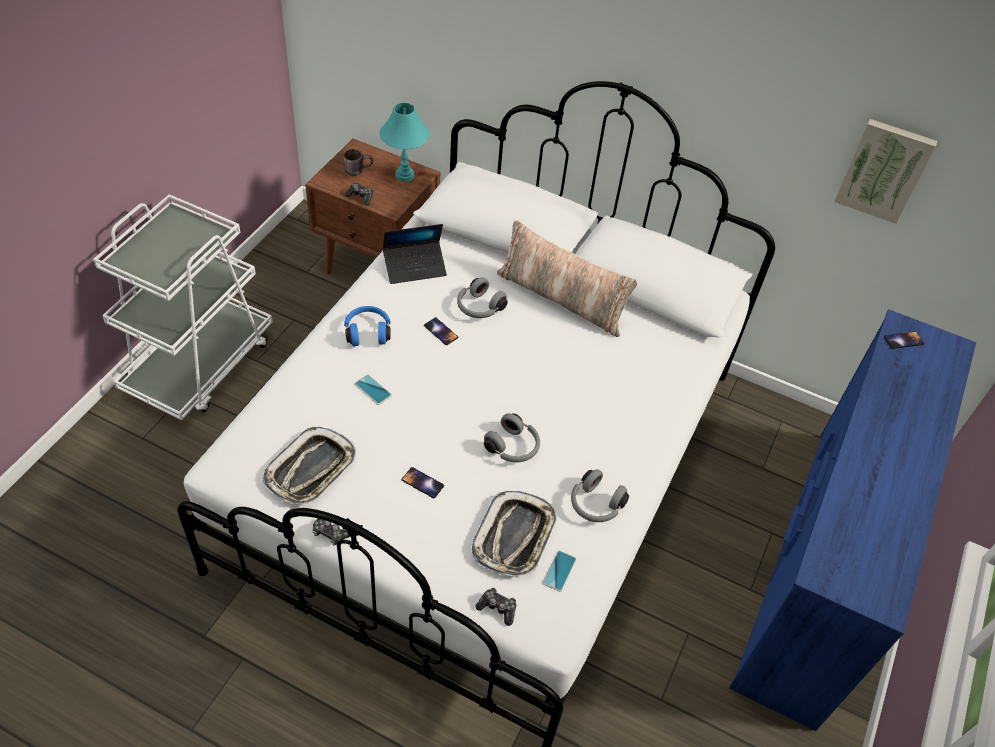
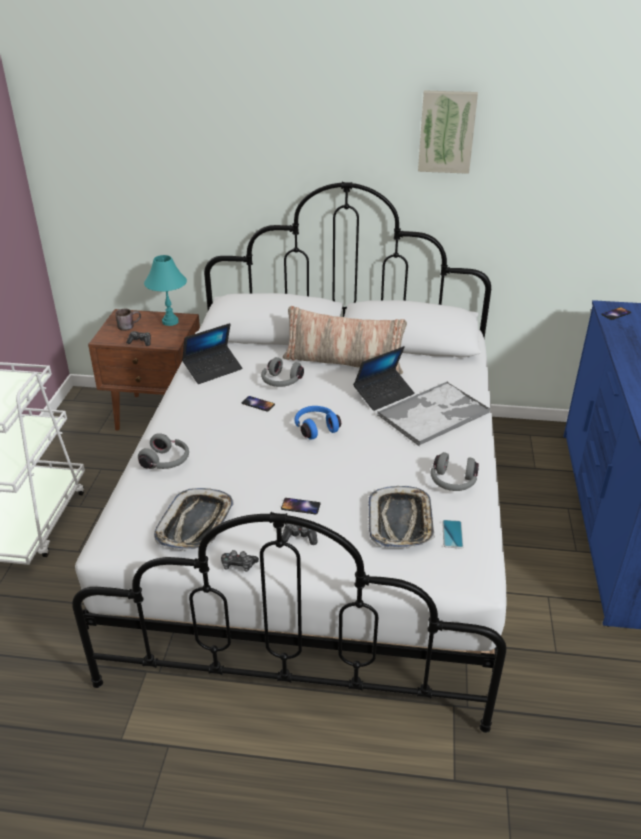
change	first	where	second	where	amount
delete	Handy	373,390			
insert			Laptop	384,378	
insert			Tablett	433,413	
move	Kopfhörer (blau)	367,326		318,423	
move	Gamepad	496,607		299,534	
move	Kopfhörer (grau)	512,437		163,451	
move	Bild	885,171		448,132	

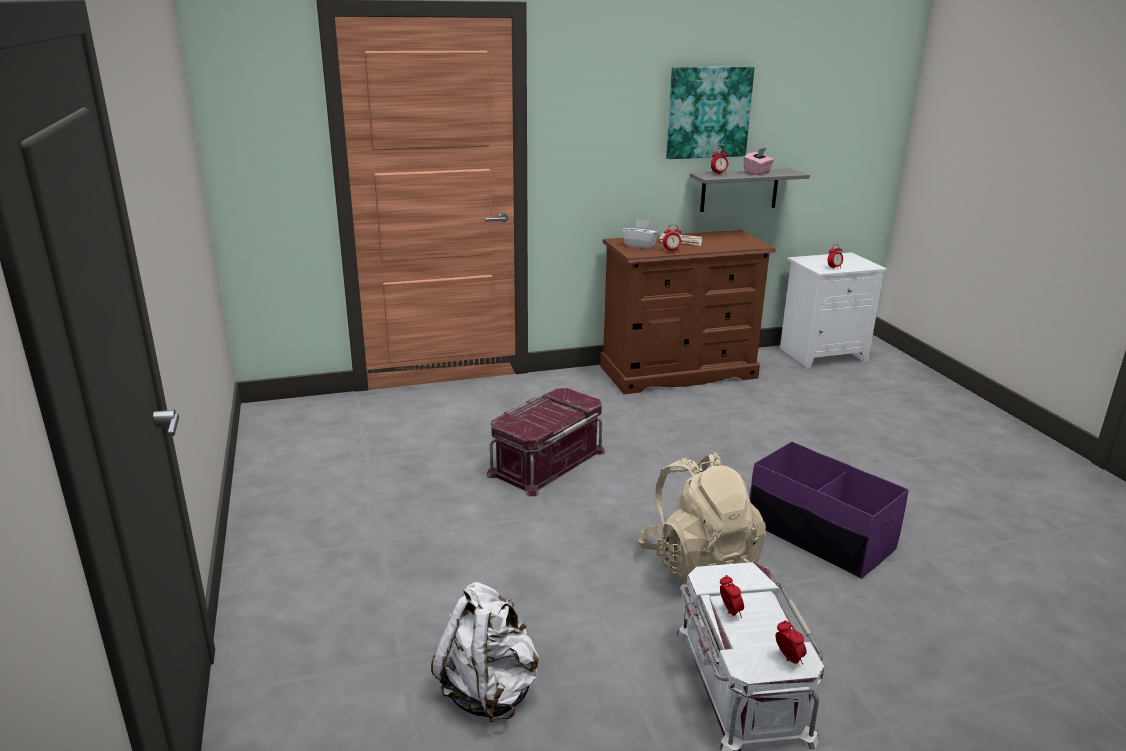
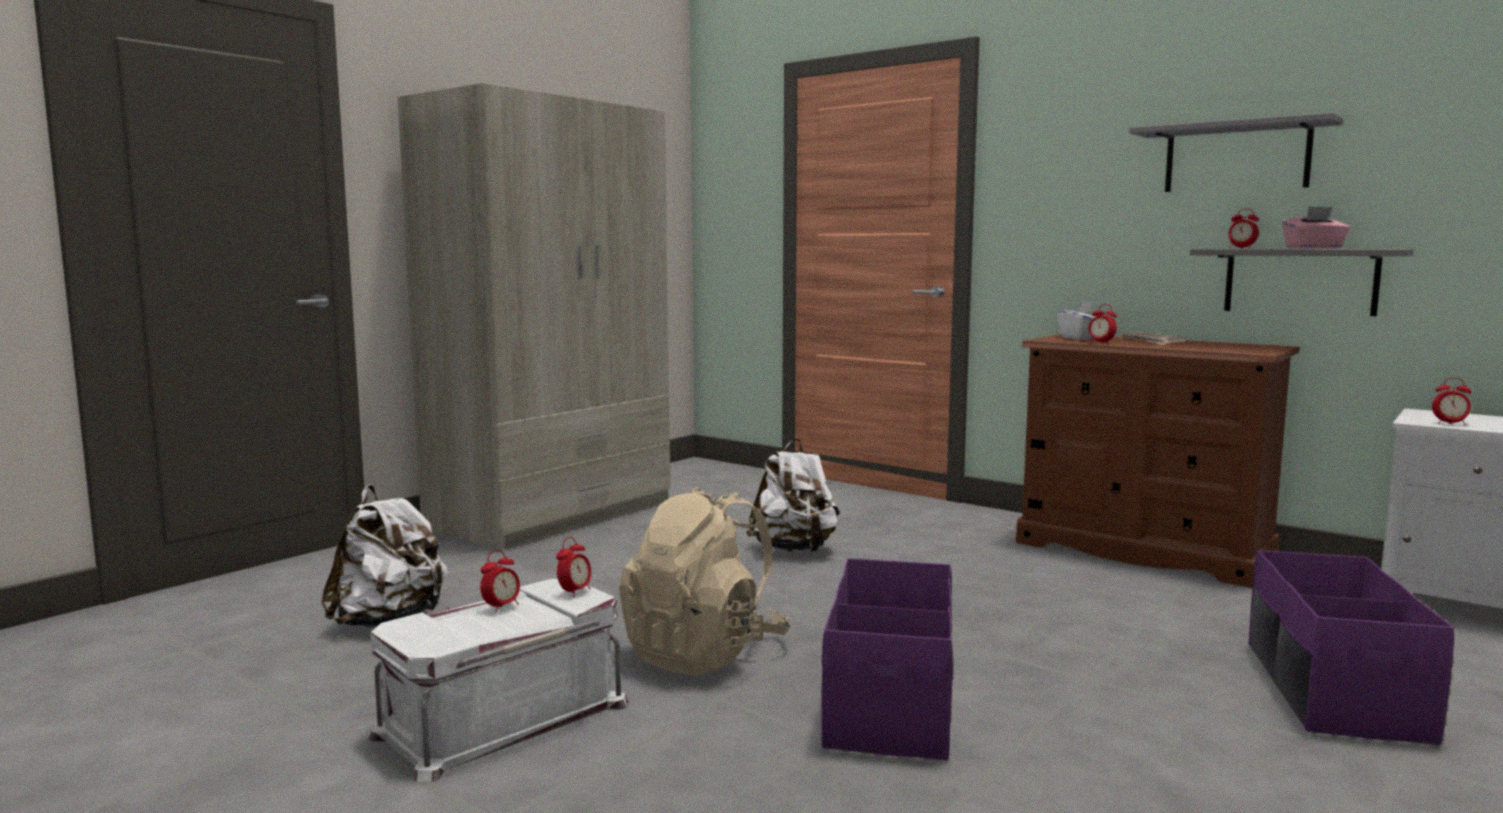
change	first	where	second	where	amount
insert			Kleiderschrank (beige)	534,317	
insert			Aufbewahrungsbox (lila)	1351,647	
move	Wecker	791,643		573,567	
replace	Aufbewahrungsbox (rot)	546,442	Rucksack (weiß)	793,495	
replace	Bild	710,113	Wandregal (grau)	1236,152	

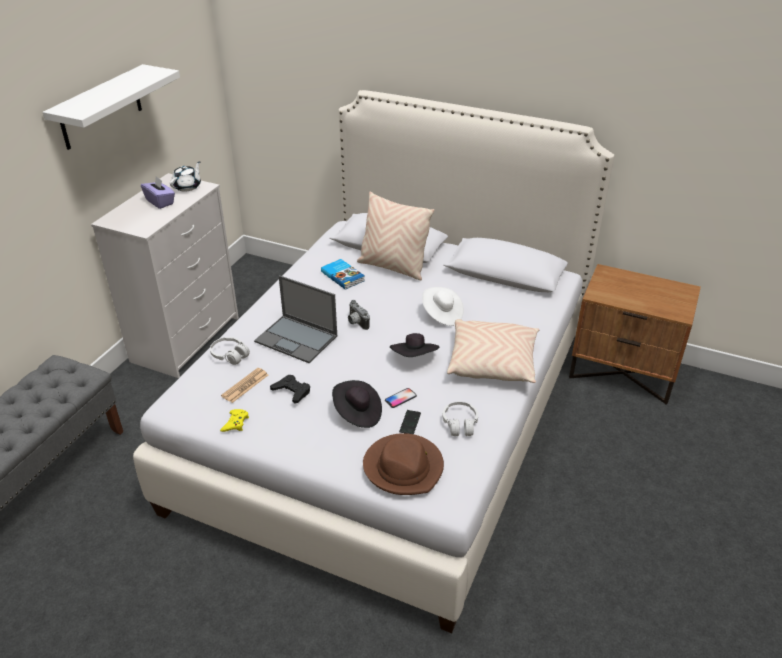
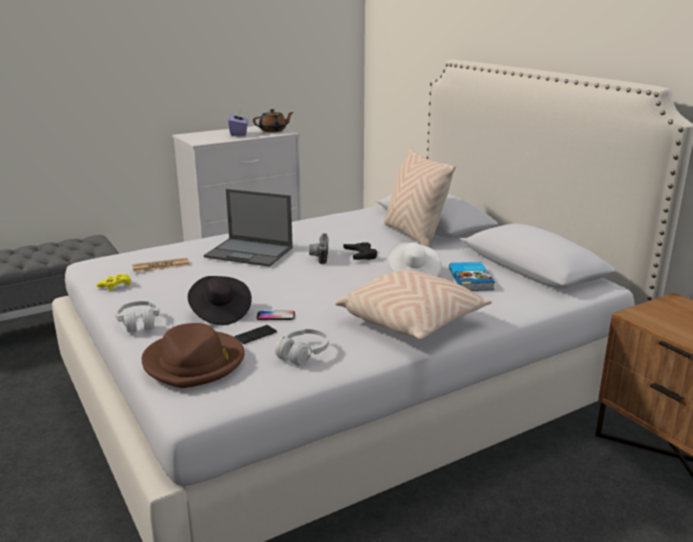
change	first	where	second	where	amount
delete	Wandregal (weiß)	111,107			
delete	Hut (schwarz)	414,345			
move	Kopfhörer (weiß)	230,351		137,317	
move	Gamepad (schwarz)	290,389		360,251	
move	Buch	343,274		472,276	
recolor	Teekanne (weiß)	185,176	Teekanne (braun)	273,120	
rotate	Laptop	295,319		248,228	45 degrees counterclockwise

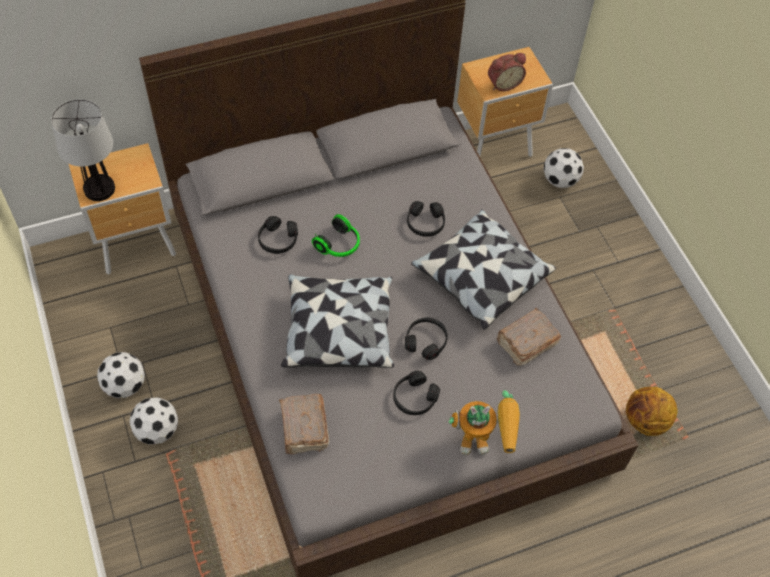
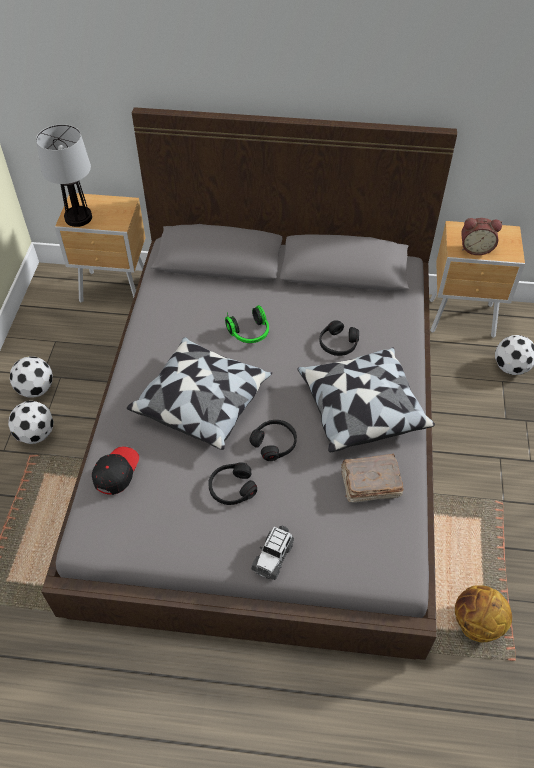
change	first	where	second	where	amount
delete	Kopfhörer (schwarz)	278,235			
replace	Buch (braun)	304,424	Kappe (schwarz)	115,470	
replace	Spielzeugroboter	484,422	Spielzeugauto	272,553	

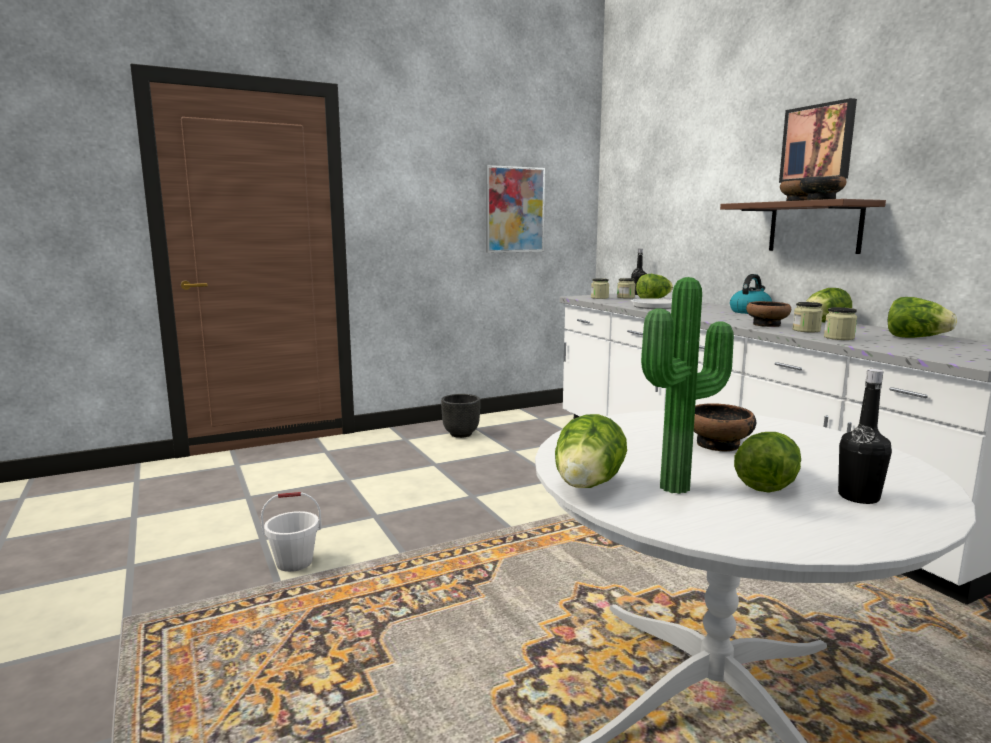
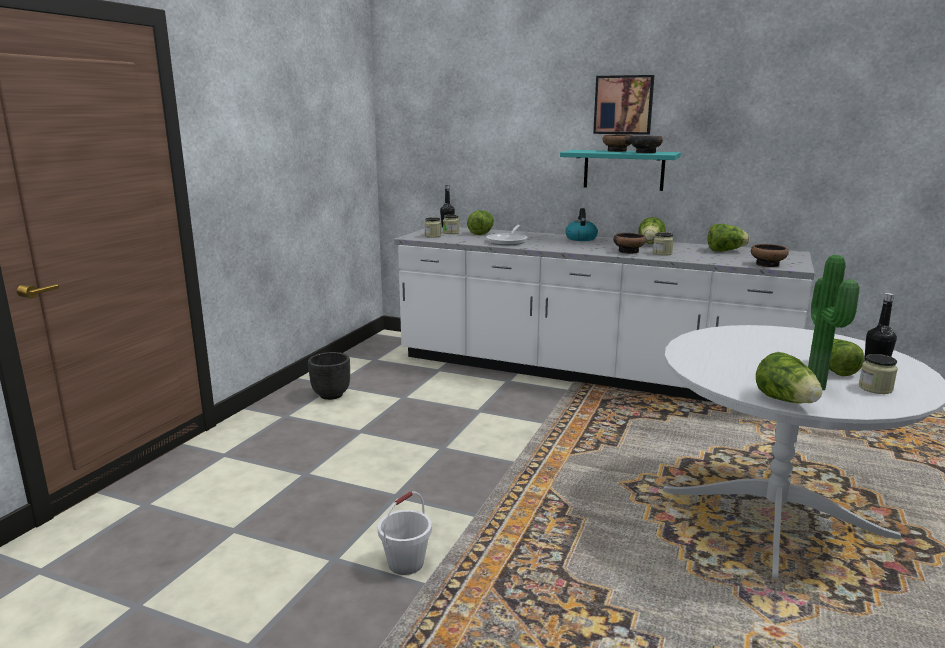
change	first	where	second	where	amount
delete	Bild	515,209			
move	Schüssel	725,427		770,255	
move	Vorratsglas	840,323		878,374	
recolor	Wandregal (braun)	803,226	Wandregal (türkis)	620,170	

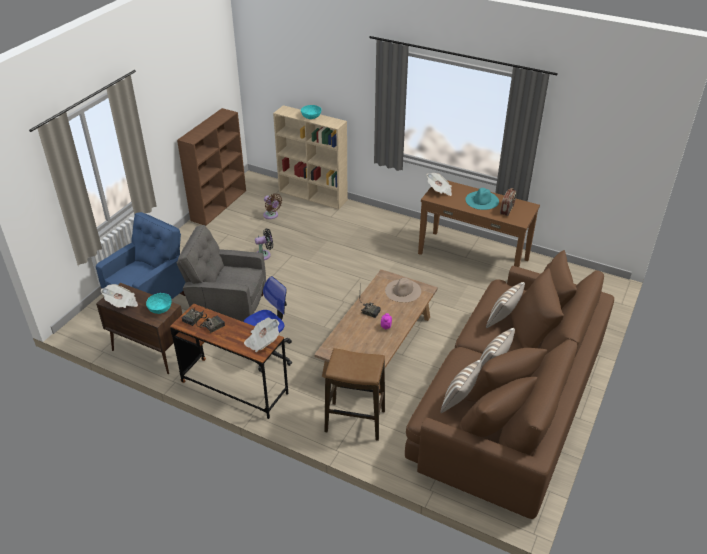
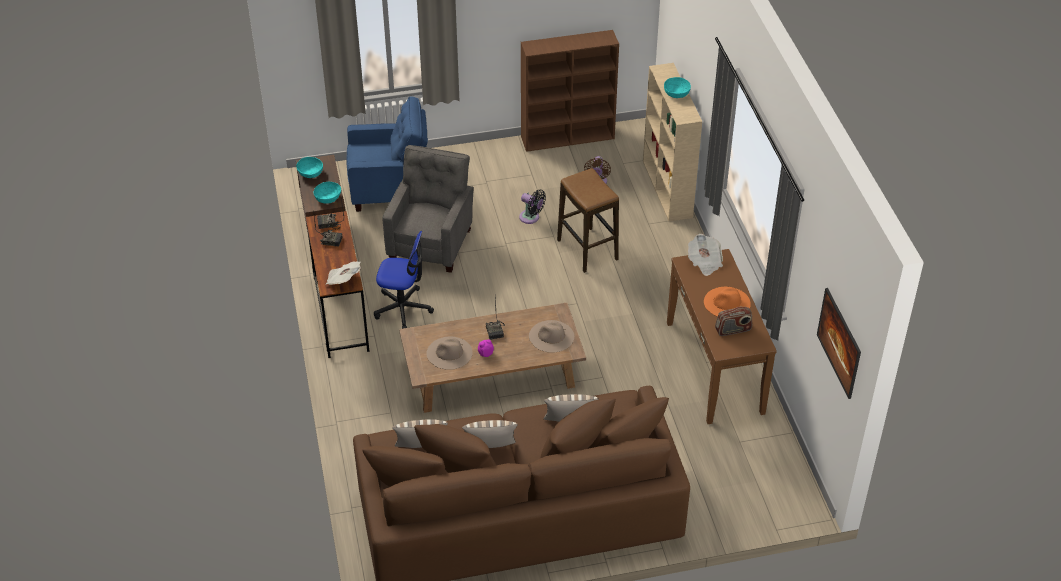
change	first	where	second	where	amount
insert			Hut (beige)	449,353	
insert			Bild	839,343	
move	Hocker	355,394		588,220	
replace	Zeitung	119,296	Schüssel (türkis)	309,167	
recolor	Hut (türkis)	482,199	Hut (orange)	727,302	
rotate	Sessel (grau)	221,273		428,209	45 degrees clockwise

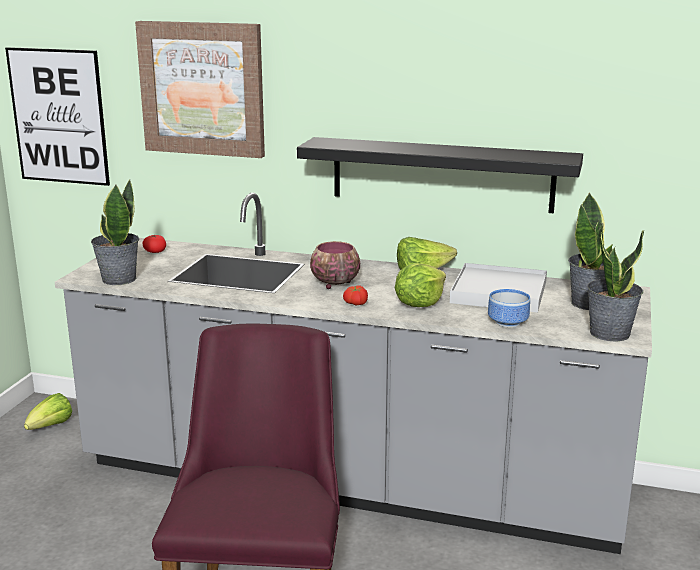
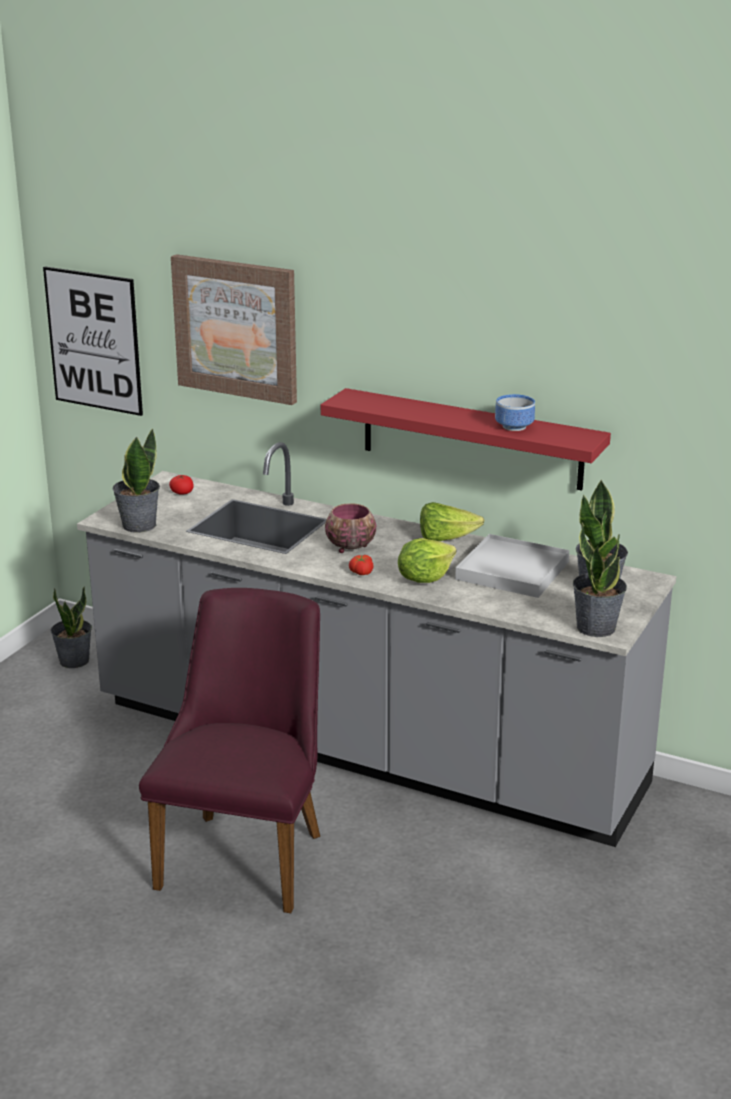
change	first	where	second	where	amount
move	Schüssel	509,308		515,412	
replace	Salatkopf	48,411	Topfpflanze	71,627	
recolor	Wandregal (schwarz)	440,175	Wandregal (rot)	466,439	

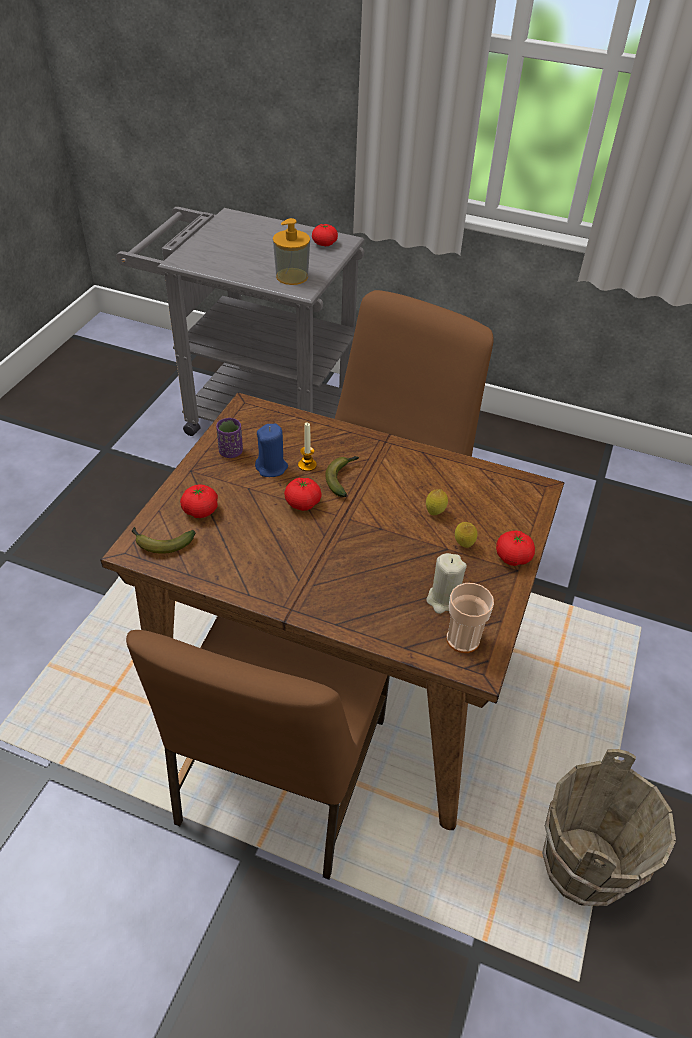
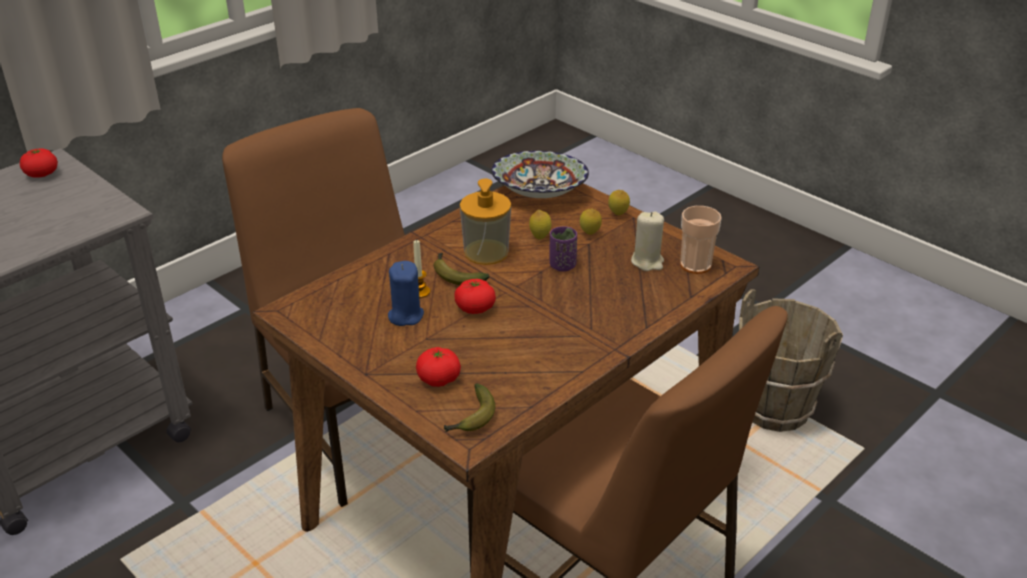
change	first	where	second	where	amount
insert			Schüssel	540,174	
move	Tasse (lila)	229,438		563,249	
move	Seifenspender	291,251		485,221	
replace	Tomate	515,548	Zitrone	619,202	

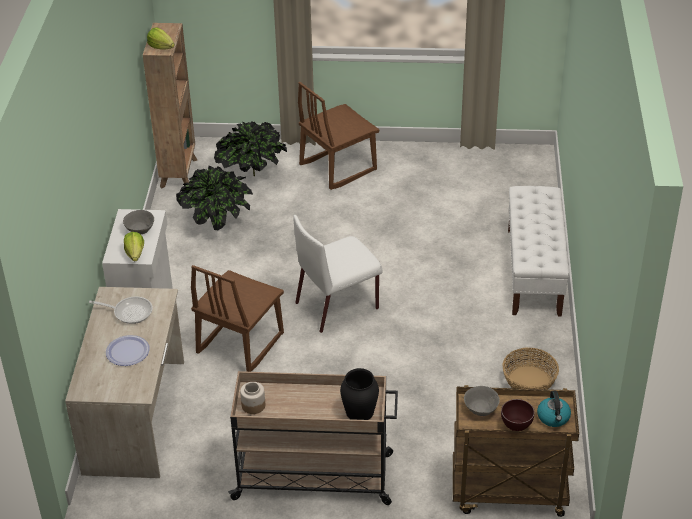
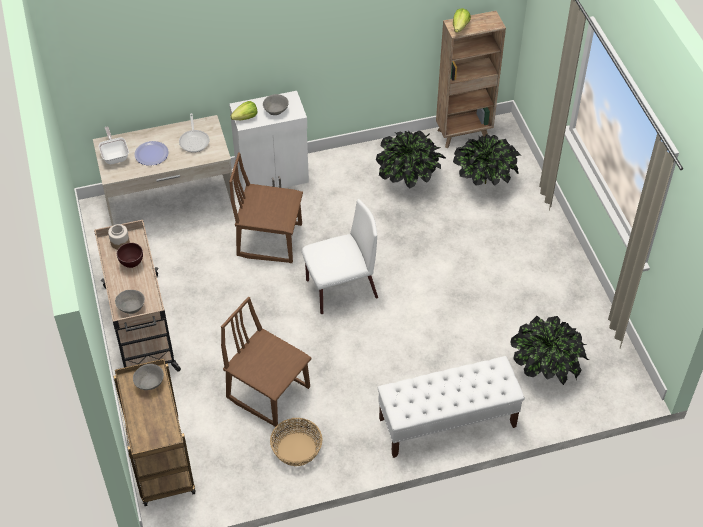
change	first	where	second	where	amount
delete	Wasserkessel	554,409			
insert			Pfanne	114,145	
insert			Topfpflanze	549,350	
move	Stuhl (braun)	338,136		266,362	
move	Schüssel (braun)	518,415		130,255	
replace	Vase (schwarz)	359,394	Schüssel (grau)	130,302	
rotate	Stuhl (weiß)	338,274		340,256	120 degrees clockwise

